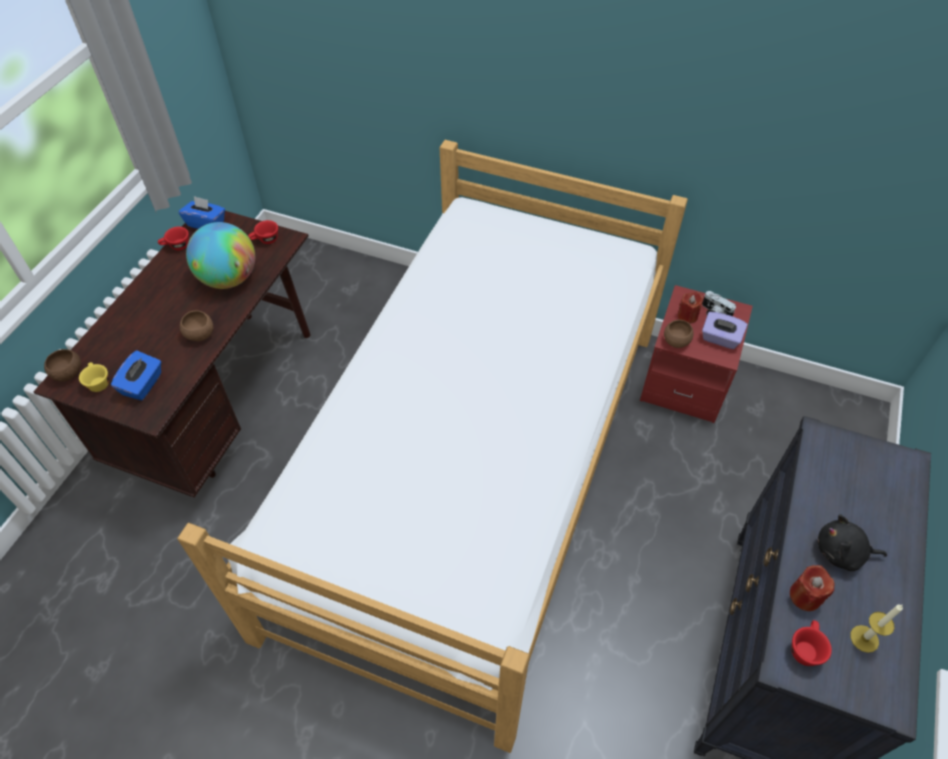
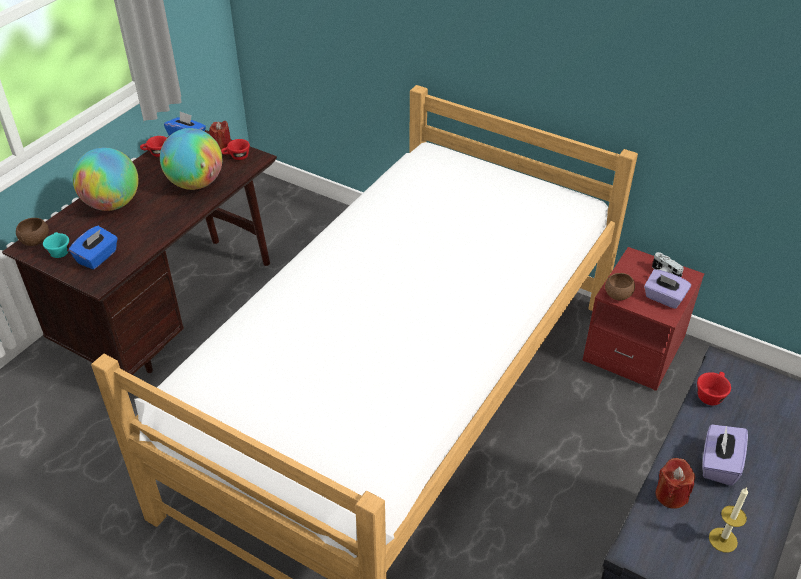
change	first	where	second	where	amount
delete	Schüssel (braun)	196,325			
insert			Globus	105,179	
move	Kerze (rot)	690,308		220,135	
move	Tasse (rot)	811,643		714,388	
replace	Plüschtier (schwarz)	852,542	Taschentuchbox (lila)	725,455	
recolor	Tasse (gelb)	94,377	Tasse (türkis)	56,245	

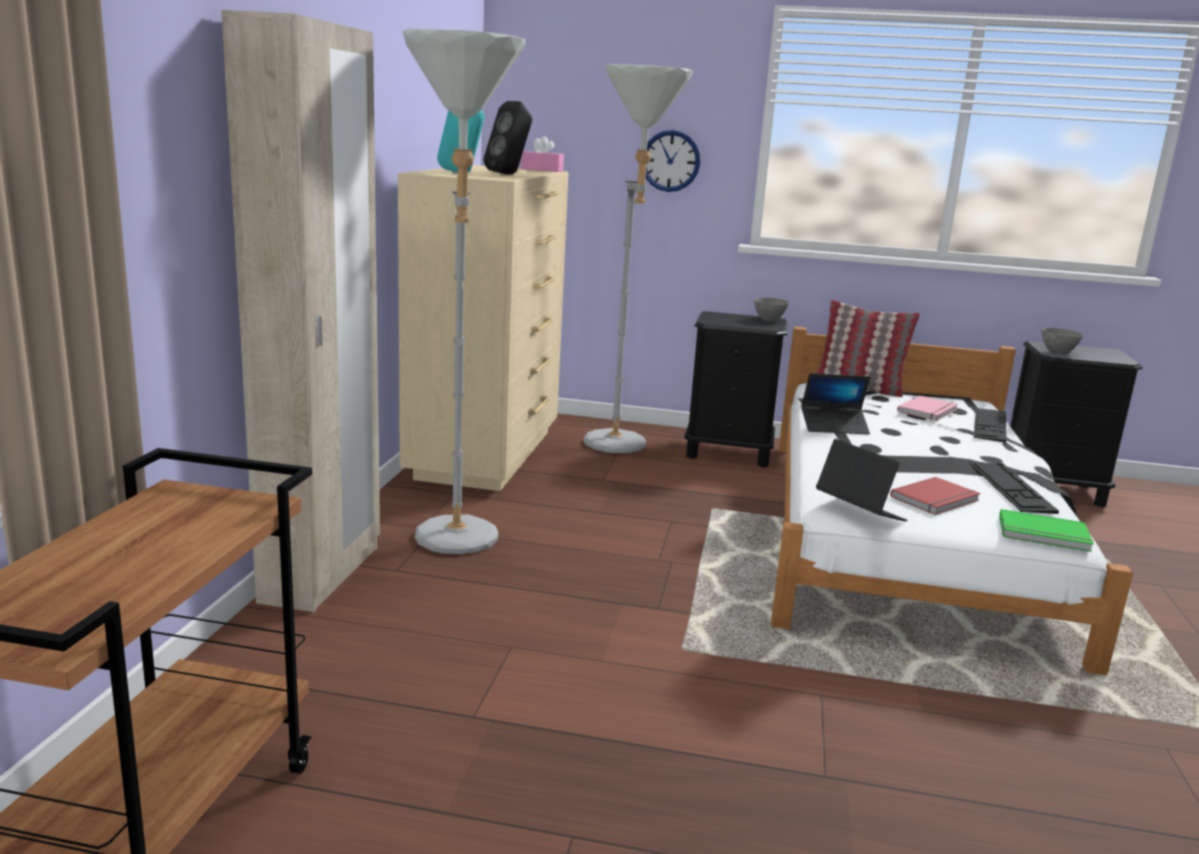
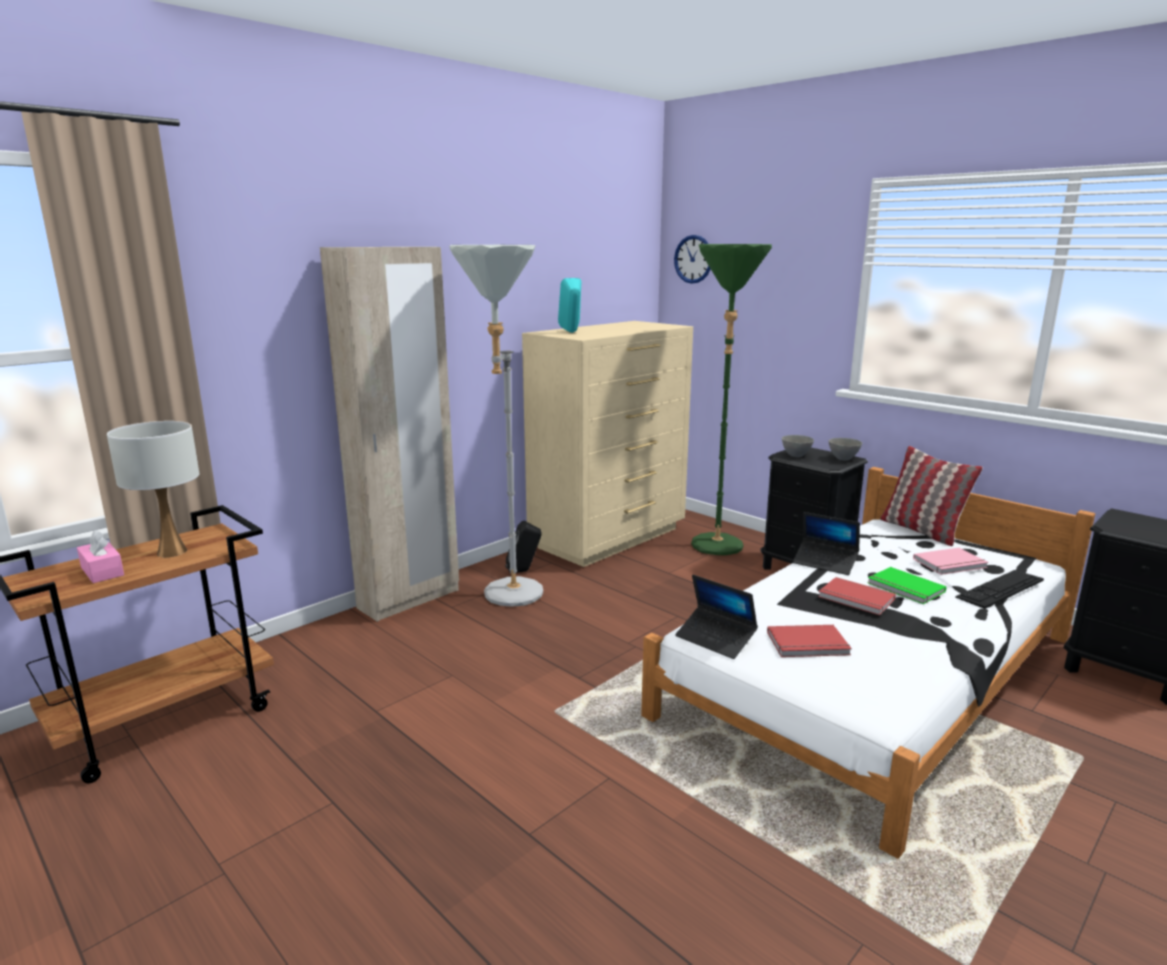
change	first	where	second	where	amount
delete	Tastatur	1014,488			
insert			Tischlampe (weiß)	153,489	
insert			Buch (rot)	857,596	
move	Lautsprecher (schwarz)	508,138		523,547	
move	Taschentuchbox (rosa)	542,154		100,556	
move	Wanduhr	673,161		692,259	
move	Buch (grün)	1046,530		906,585	
move	Schüssel (grau)	1062,341		798,446	
recolor	Stehlampe (grau)	638,258	Stehlampe (grün)	731,399	
rotate	Laptop	861,480		716,617	135 degrees clockwise

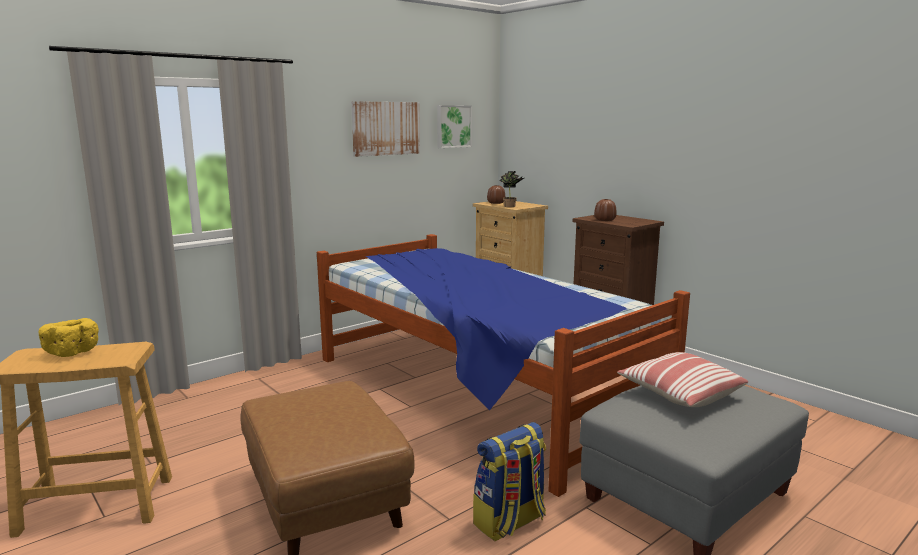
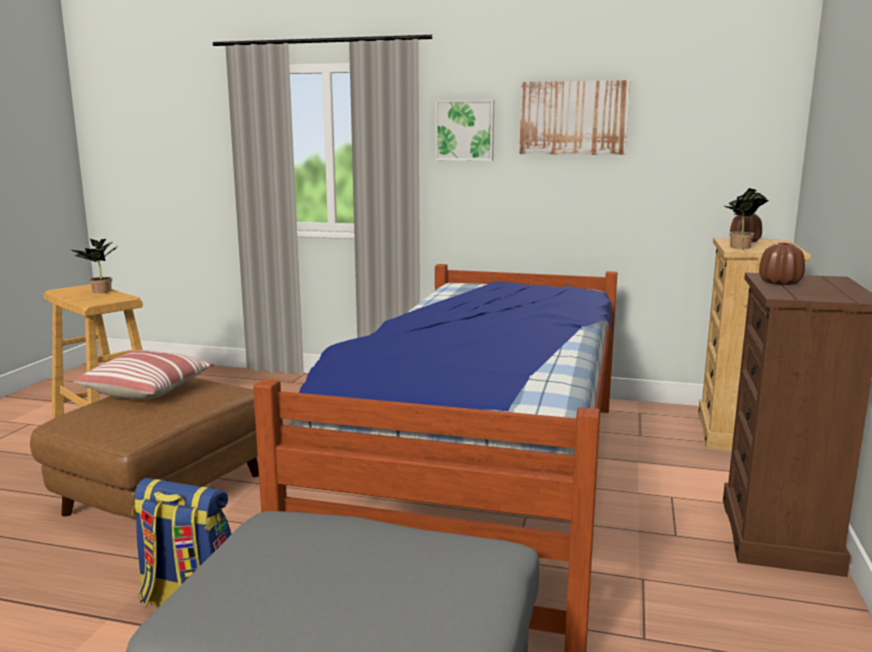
change	first	where	second	where	amount
move	Bild	454,126		464,130	
move	Kissen	682,379		144,375	
replace	Schüssel (gelb)	68,337	Topfpflanze	94,266	

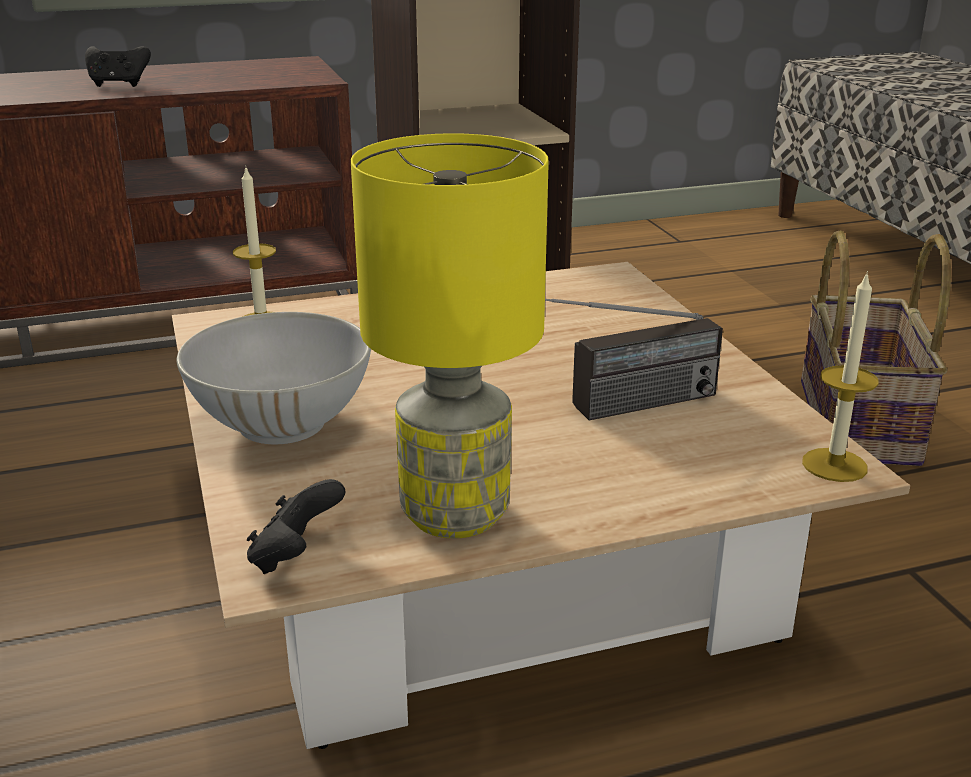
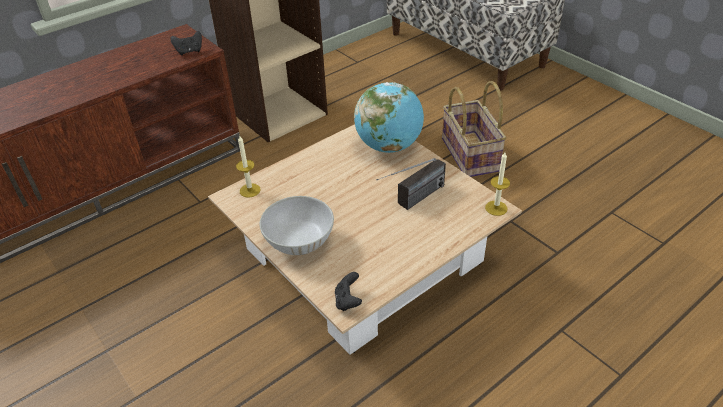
change	first	where	second	where	amount
delete	Tischlampe (gelb)	450,336			
insert			Globus	389,117	
move	Gamepad (schwarz)	118,66		186,43	

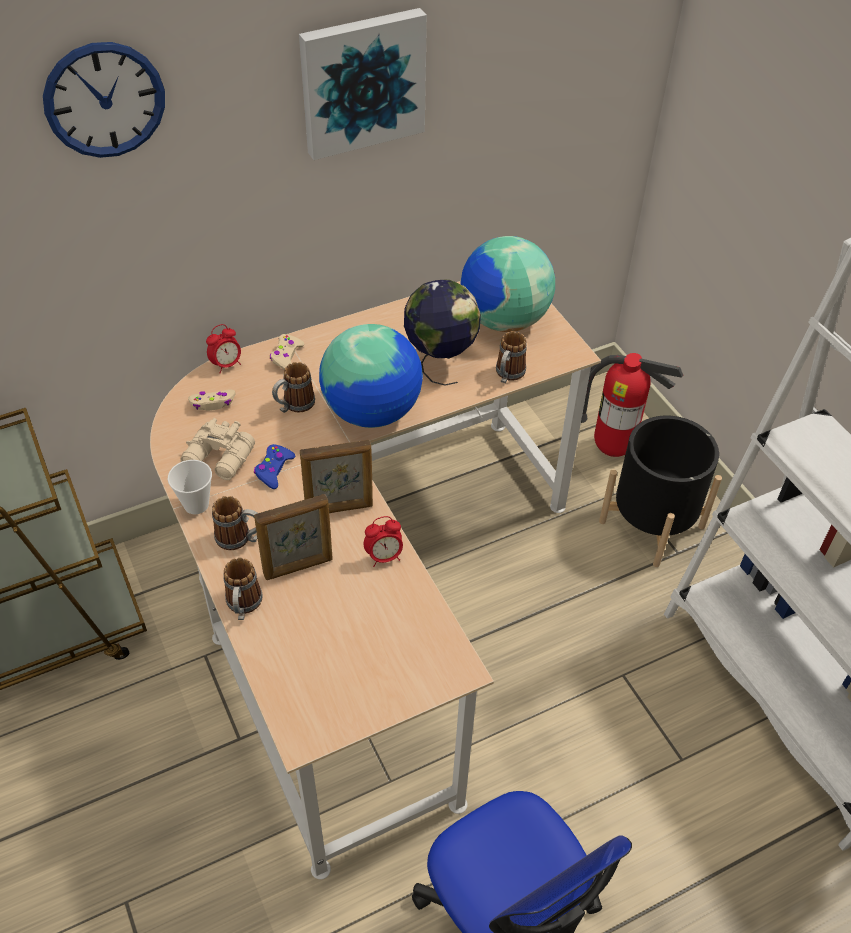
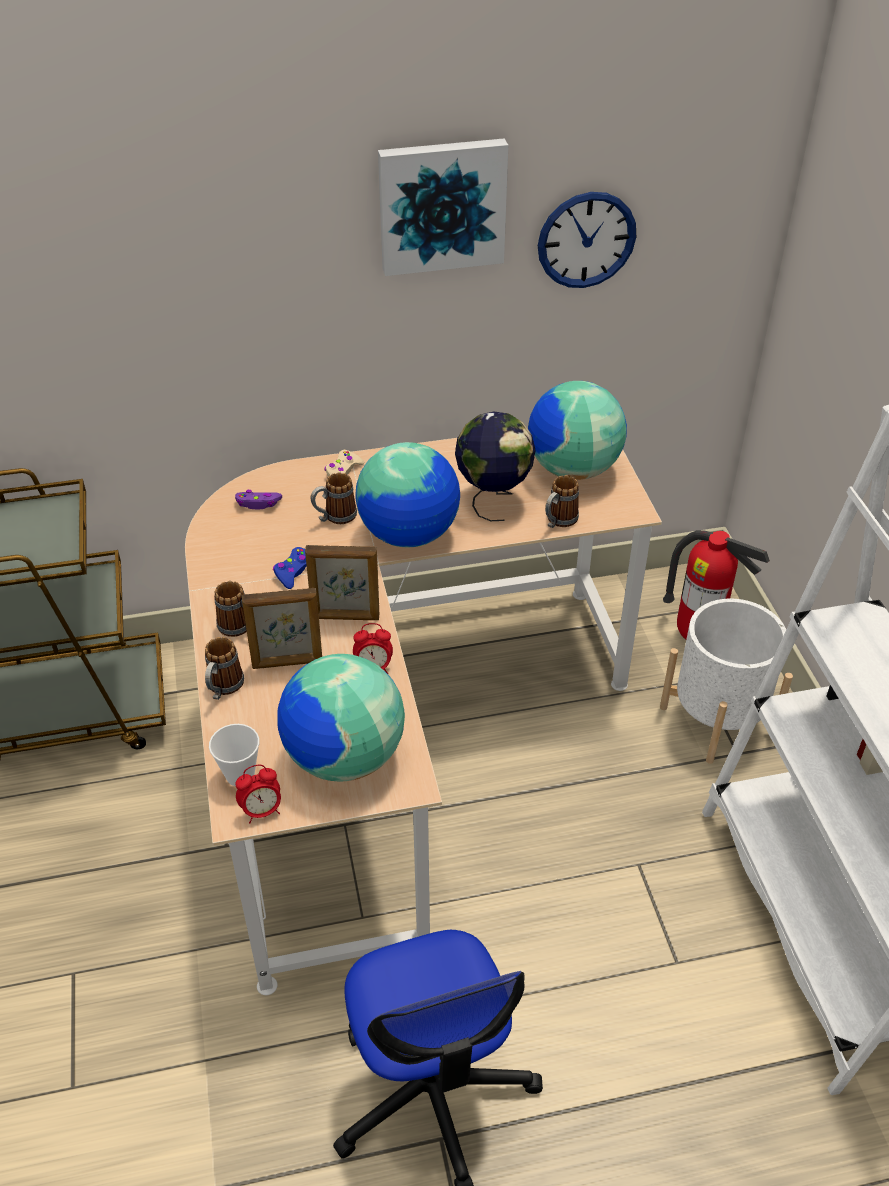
change	first	where	second	where	amount
delete	Fernglas (beige)	218,449			
insert			Globus	341,717	
move	Wanduhr	104,100		587,240	
move	Tasse	190,487		234,755	
move	Wecker	223,349		258,794	
recolor	Gamepad (beige)	211,400	Gamepad (lila)	258,499	
recolor	Pflanzkübel (schwarz)	660,491	Pflanzkübel (weiß)	726,681	

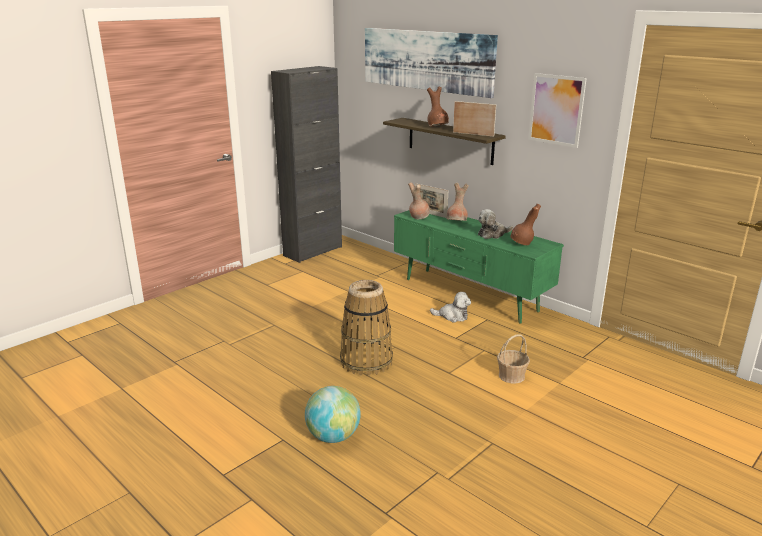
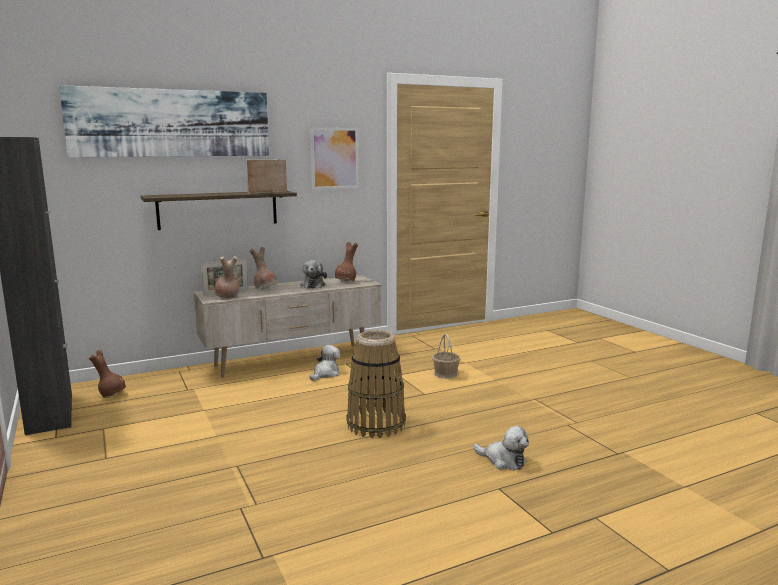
change	first	where	second	where	amount
move	Vase (braun)	438,107		107,374	
replace	Globus	333,414	Plüschtier	501,448	
recolor	Fernsehschrank (grün)	479,267	Fernsehschrank (beige)	287,326	

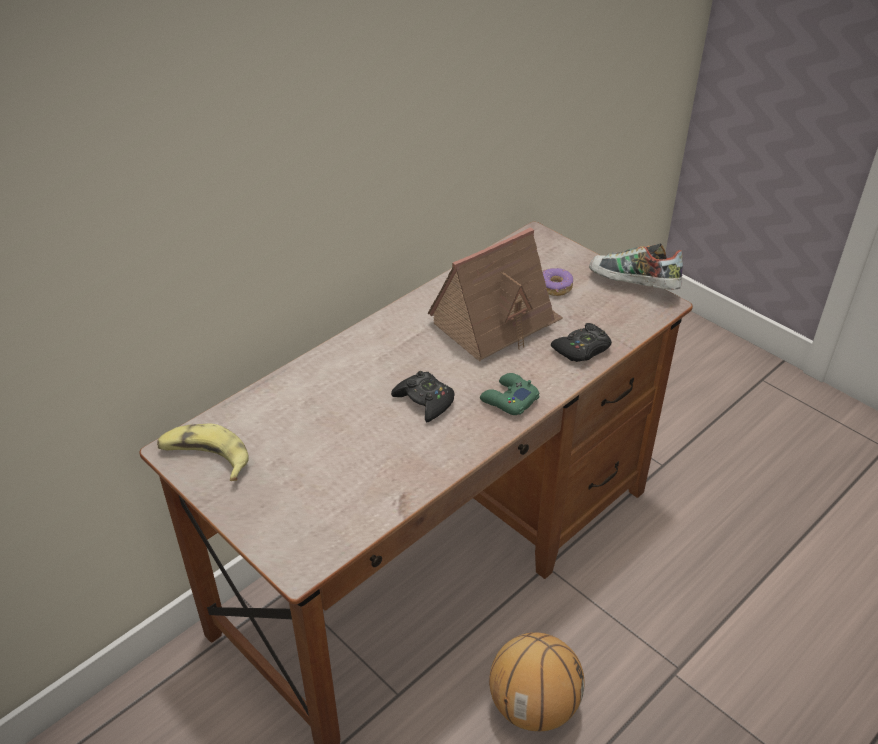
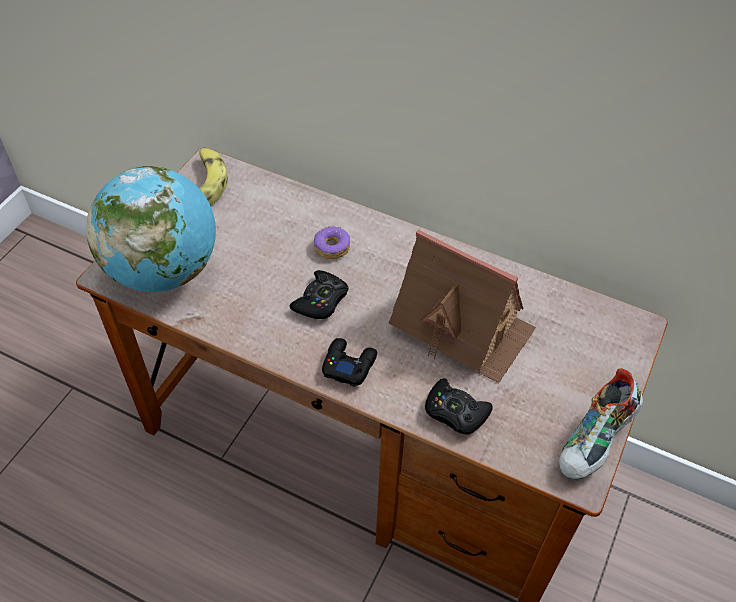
change	first	where	second	where	amount
delete	Basketball	536,681			
insert			Globus	151,229	
move	Donut	558,282		331,242	
recolor	Gamepad (grün)	510,394	Gamepad (schwarz)	349,362	
rotate	Schuh	636,266		601,424	150 degrees counterclockwise

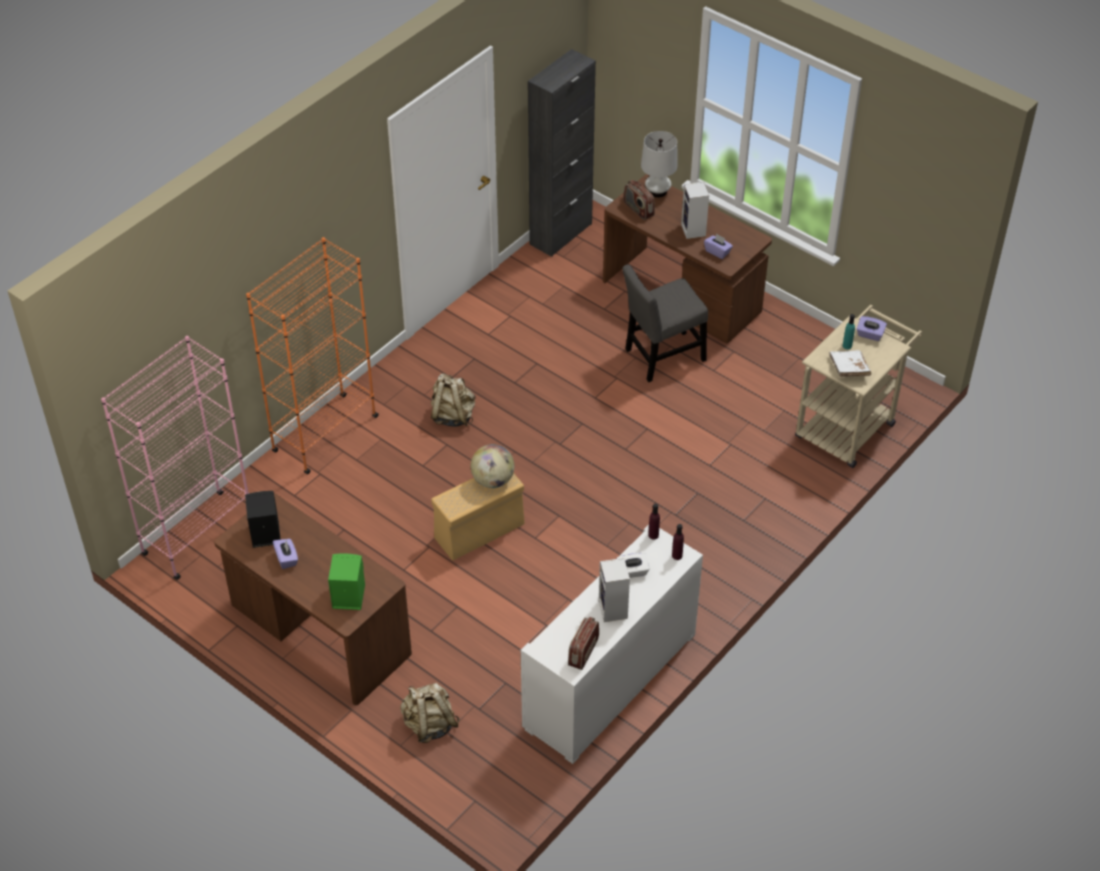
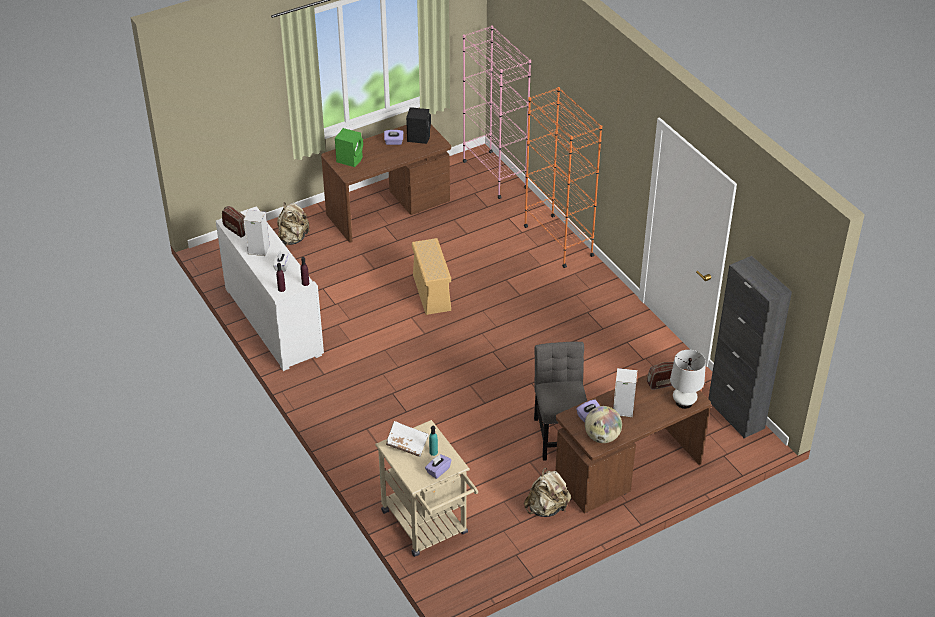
change	first	where	second	where	amount
move	Rucksack (beige)	453,400		547,492	
move	Globus	493,466		603,424	

